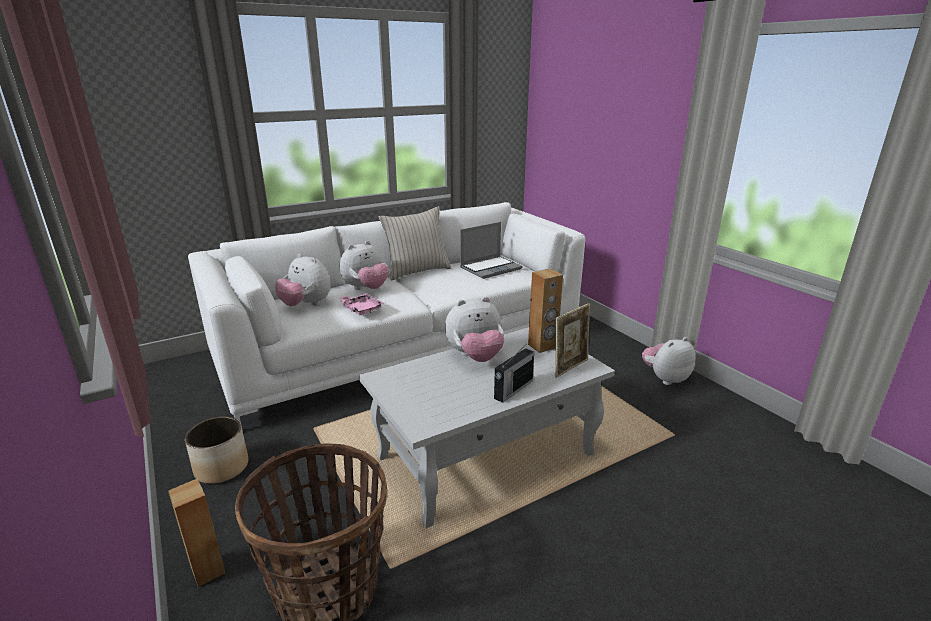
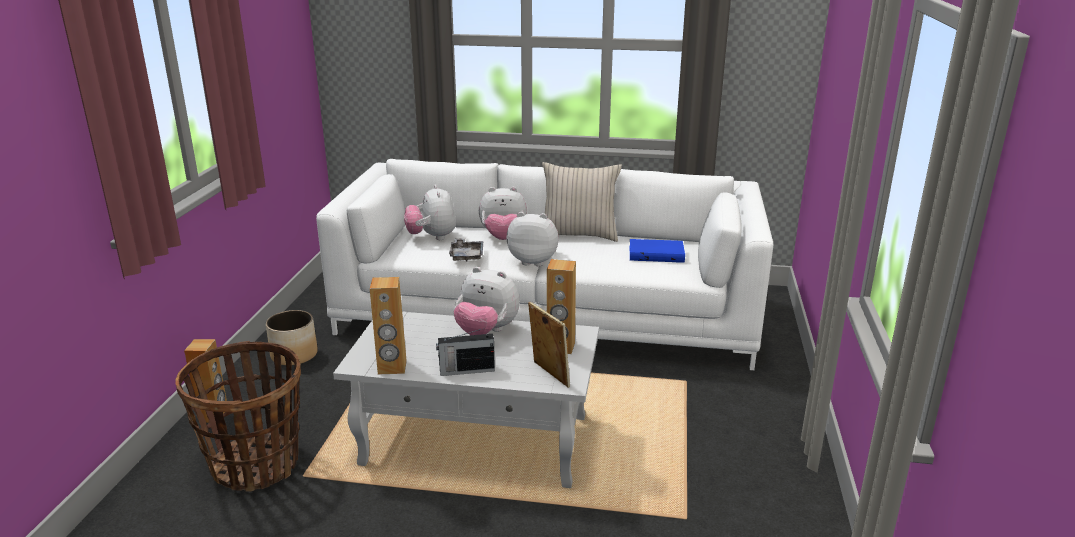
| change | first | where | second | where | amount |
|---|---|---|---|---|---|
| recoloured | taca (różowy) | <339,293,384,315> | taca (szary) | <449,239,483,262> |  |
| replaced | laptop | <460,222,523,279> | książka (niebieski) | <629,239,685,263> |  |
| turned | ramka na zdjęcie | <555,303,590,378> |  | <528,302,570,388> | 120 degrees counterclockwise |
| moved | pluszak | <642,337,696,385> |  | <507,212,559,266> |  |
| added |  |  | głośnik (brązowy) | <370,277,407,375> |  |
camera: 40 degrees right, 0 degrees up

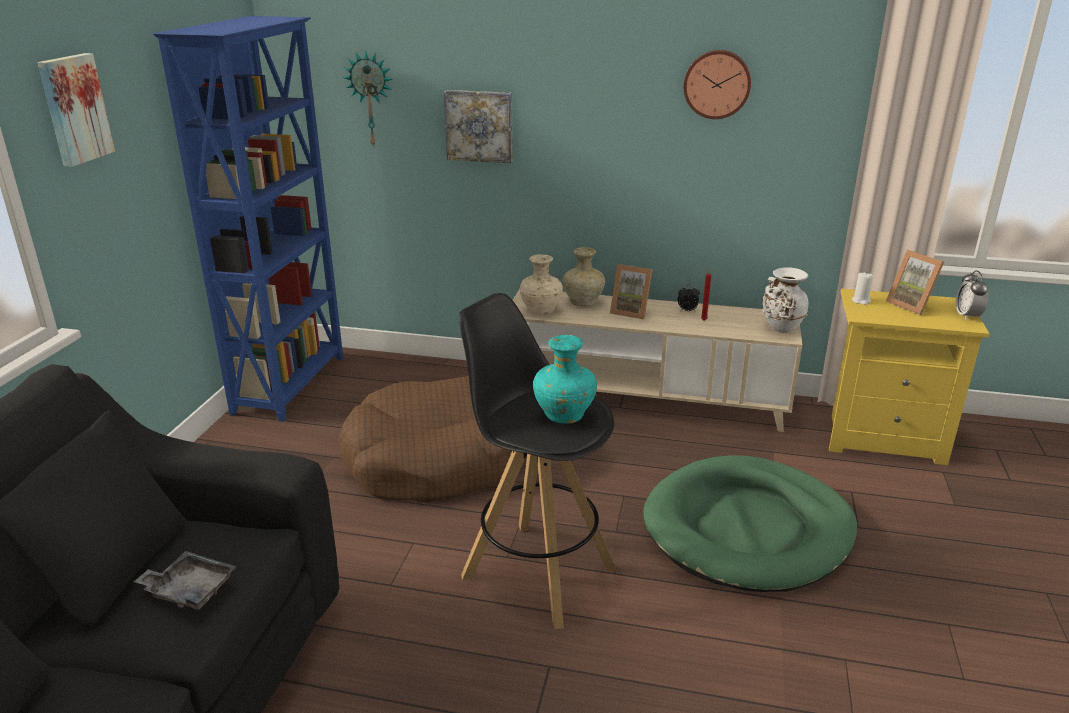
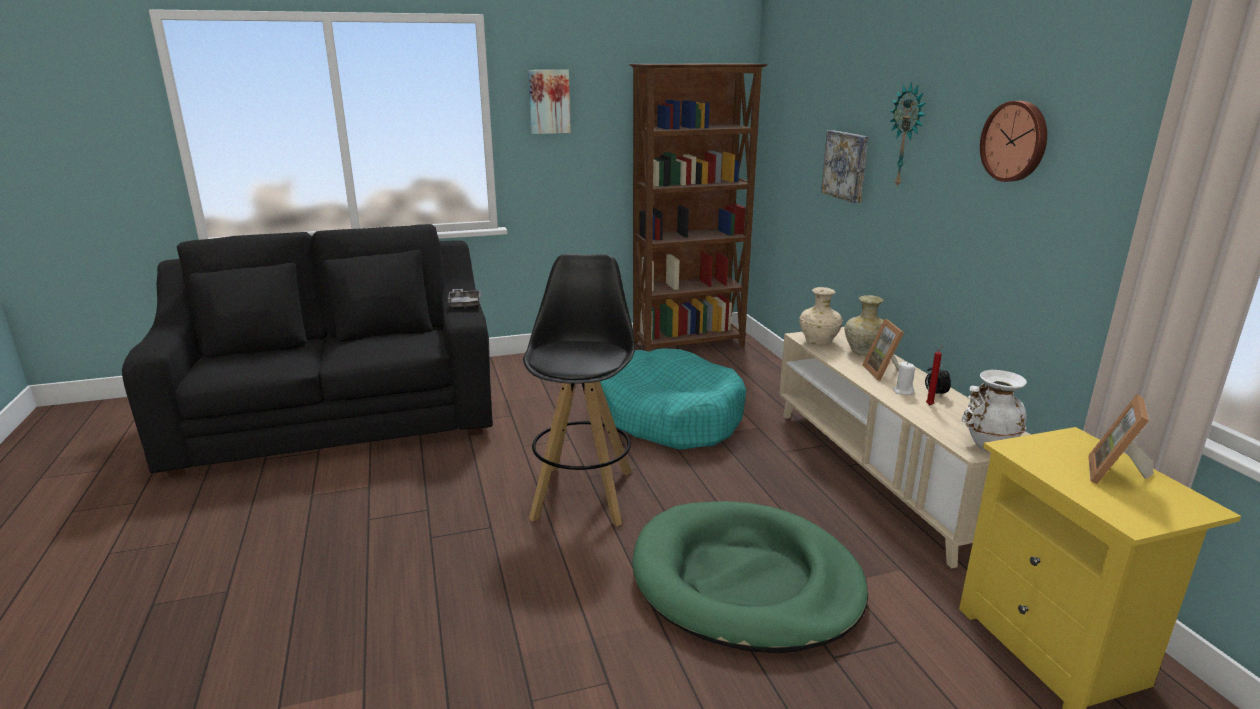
| change | first | where | second | where | amount |
|---|---|---|---|---|---|
| moved | taca (szary) | <134,551,236,610> |  | <447,289,481,308> |  |
| recoloured | regał (niebieski) | <153,16,343,422> | regał (brązowy) | <629,63,768,352> |  |
| recoloured | legowisko (brązowy) | <338,376,527,503> | legowisko (turkusowy) | <600,348,746,450> |  |
| moved | zegar ścienny | <343,50,393,148> |  | <890,82,925,188> |  |
| removed | wazon (turkusowy) | <533,335,597,424> |  |  |  |
| moved | świeca (biały) | <852,272,873,305> |  | <893,362,915,395> |  |
| removed | budzik | <956,270,989,320> |  |  |  |
camera: 60 degrees right, 5 degrees down

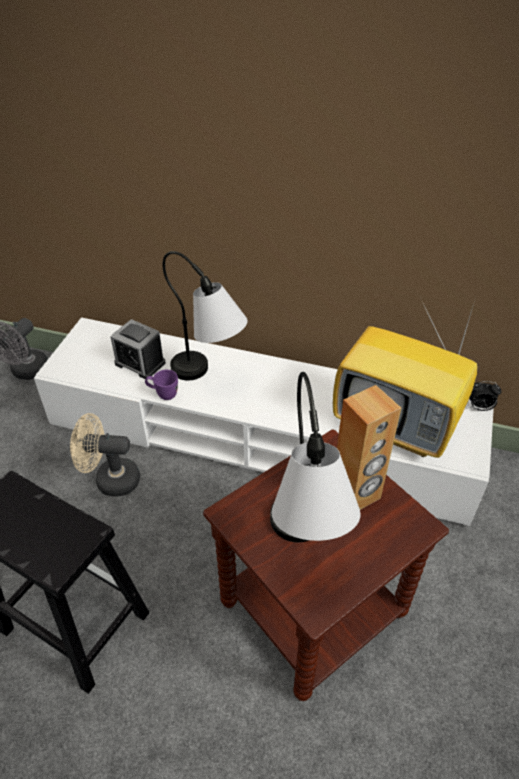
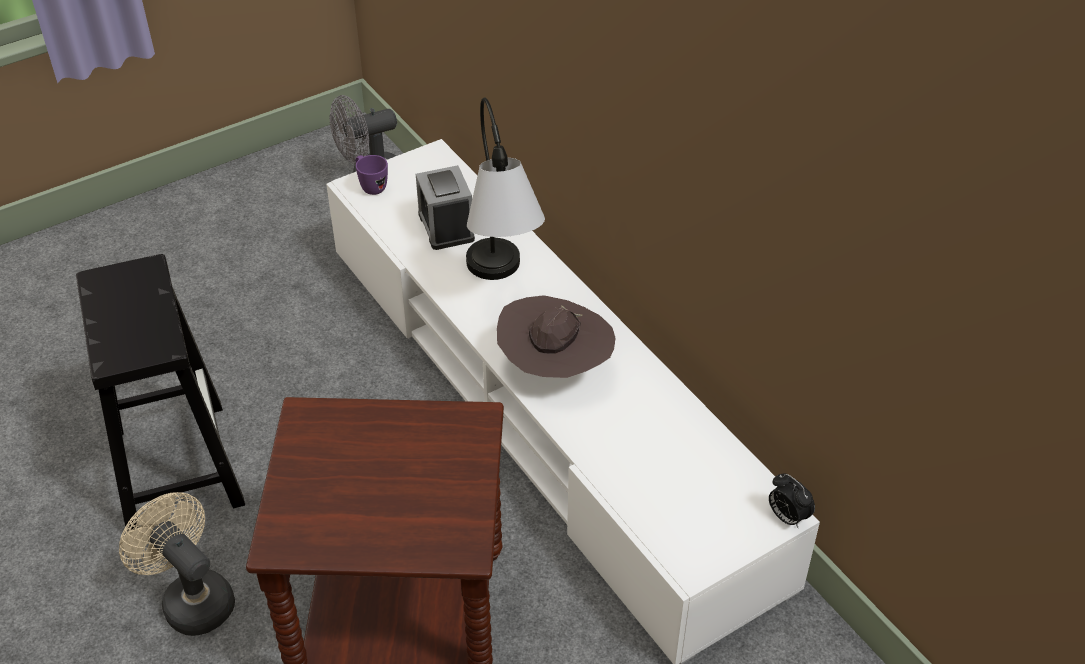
| change | first | where | second | where | amount |
|---|---|---|---|---|---|
| moved | wentylator (beżowy) | <70,413,140,497> |  | <119,492,235,636> |  |
| moved | kubek (fioletowy) | <145,370,178,400> |  | <356,155,388,195> |  |
| removed | lampa stołowa | <270,372,361,542> |  |  |  |
| removed | telewizor | <333,298,477,458> |  |  |  |
| removed | głośnik (brązowy) | <337,385,401,510> |  |  |  |
| added |  |  | kapelusz (brązowy) | <497,295,616,378> |  |
camera: 40 degrees right, 0 degrees up

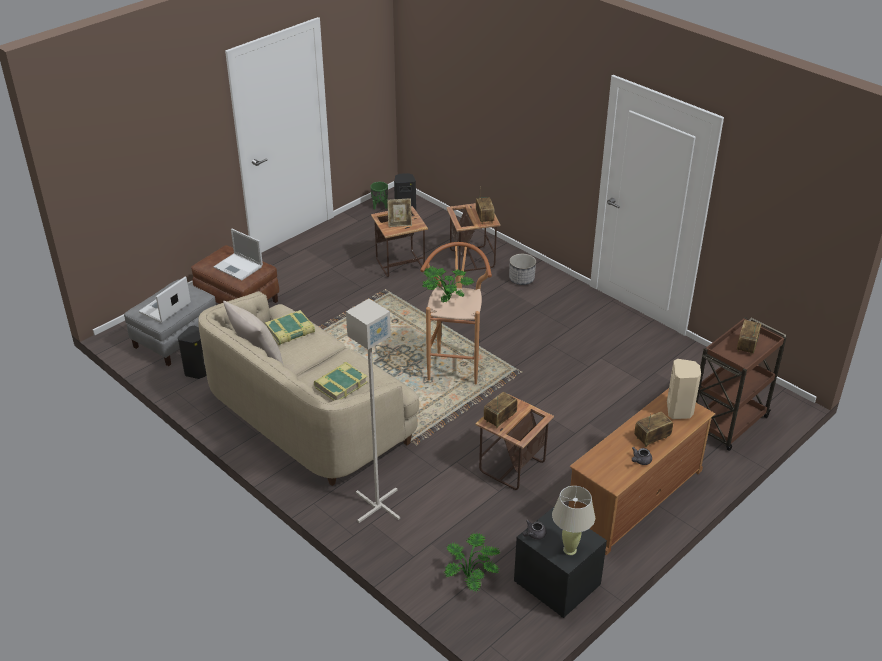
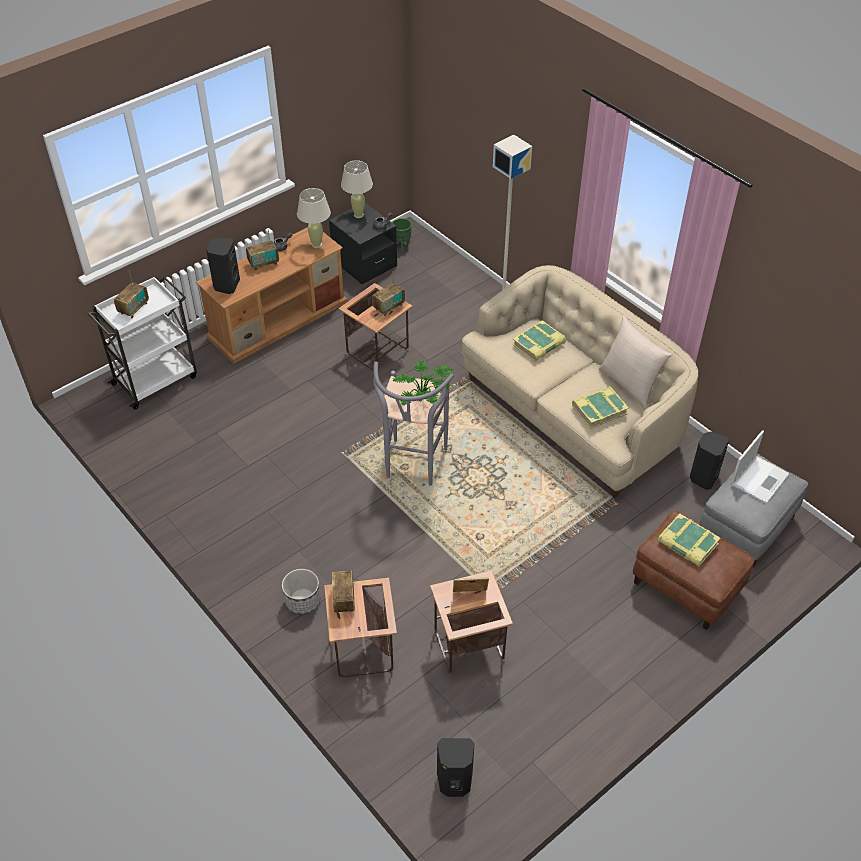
| change | first | where | second | where | amount |
|---|---|---|---|---|---|
| replaced | laptop | <213,229,263,281> | książka | <658,513,720,567> |  |
| moved | donica (zielony) | <370,182,388,210> |  | <392,218,412,252> |  |
| recoloured | stołek (brązowy) | <420,242,492,384> | stołek (szary) | <373,361,454,486> |  |
| removed | roślina doniczkowa | <444,532,501,592> |  |  |  |
| recoloured | głośnik (beżowy) | <667,359,701,419> | głośnik (czarny) | <206,238,240,294> |  |
| recoloured | wózek (brązowy) | <696,317,787,451> | wózek (biały) | <88,276,197,410> |  |
| added |  |  | lampa stołowa (beżowy) | <297,188,331,248> |  |
camera: 175 degrees left, 10 degrees up

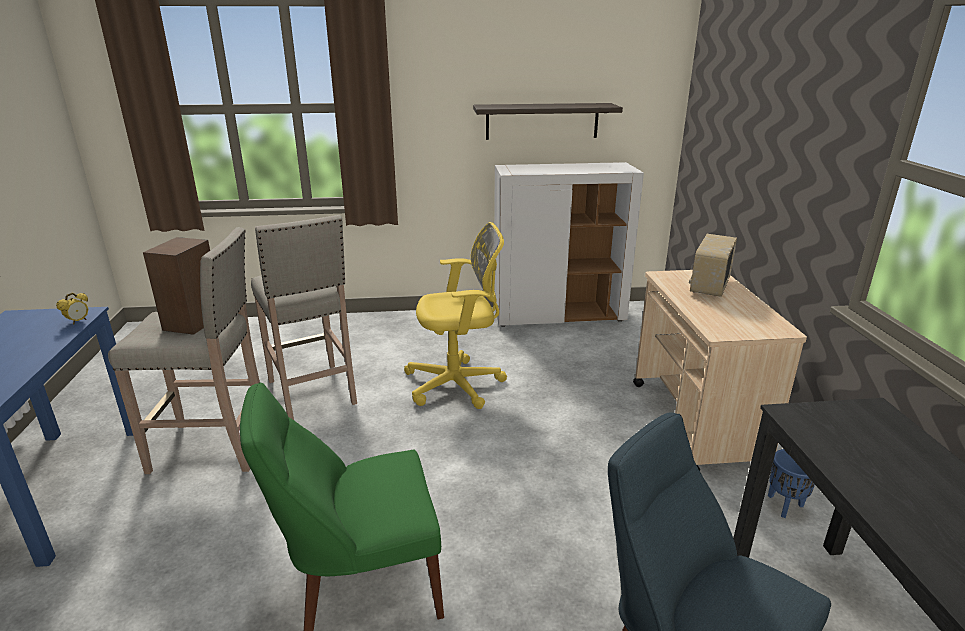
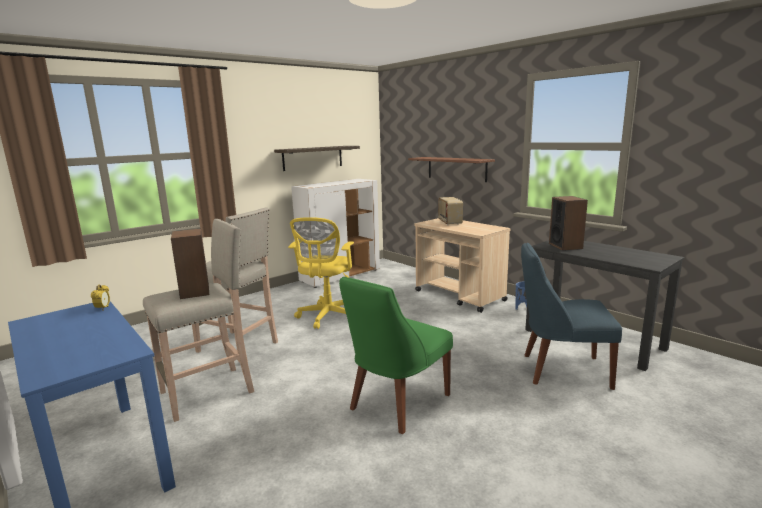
| change | first | where | second | where | amount |
|---|---|---|---|---|---|
| turned | krzesło biurowe (żółty) | <404,222,507,409> |  | <288,217,354,329> | 150 degrees clockwise |
| added |  |  | półka (brązowy) | <408,157,495,182> |  |
| added |  |  | głośnik | <549,196,588,250> |  |
camera: 35 degrees left, 10 degrees down

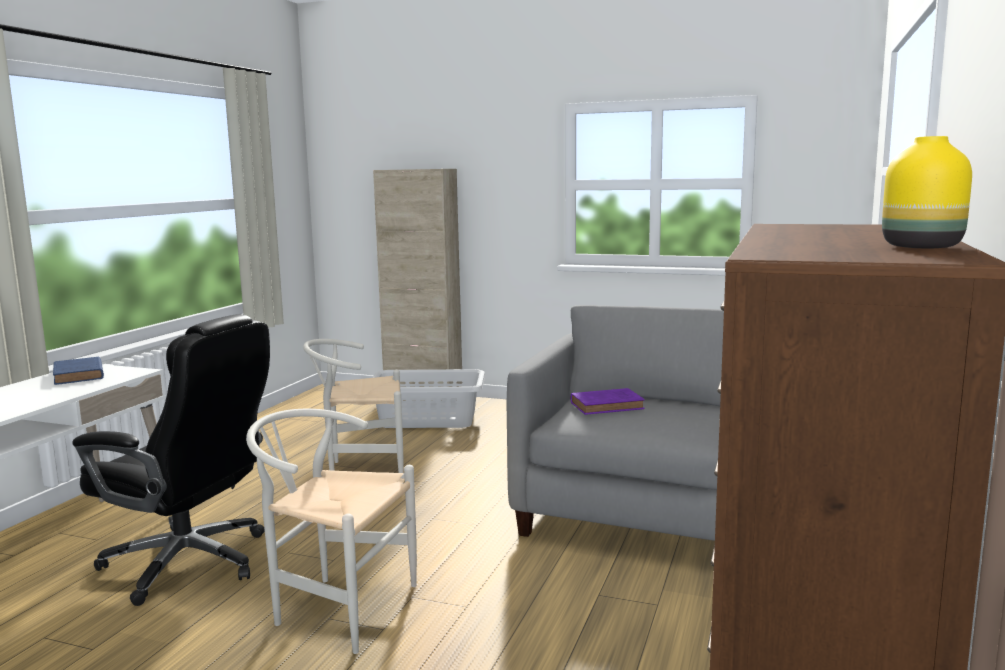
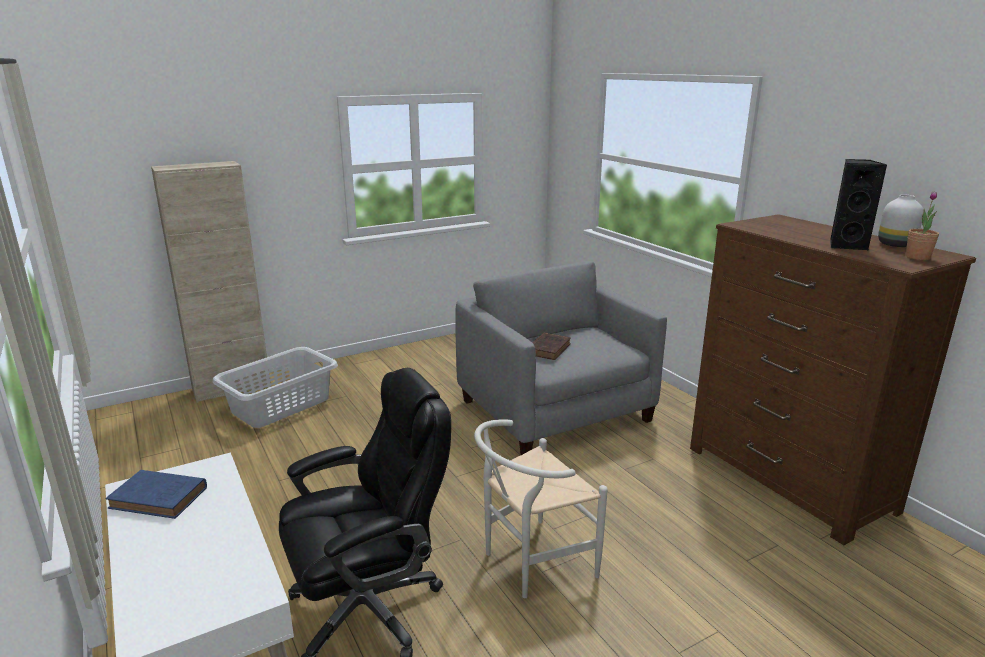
| change | first | where | second | where | amount |
|---|---|---|---|---|---|
| removed | krzesło (biały) | <303,339,404,483> |  |  |  |
| recoloured | książka (fioletowy) | <571,388,645,415> | książka (brązowy) | <532,333,571,360> |  |
| recoloured | wazon (żółty) | <882,136,972,248> | wazon (biały) | <878,195,923,247> |  |
| added |  |  | głośnik (czarny) | <830,159,887,250> |  |
| added |  |  | roślina doniczkowa | <906,191,939,260> |  |
camera: 50 degrees left, 10 degrees up

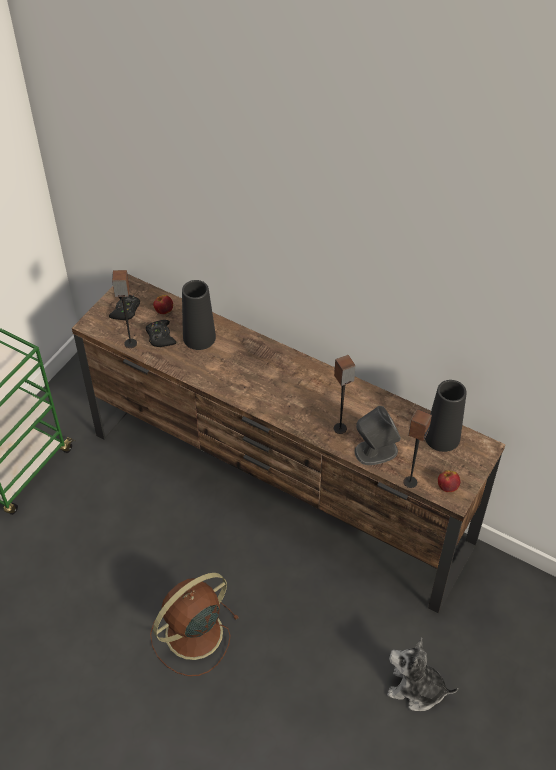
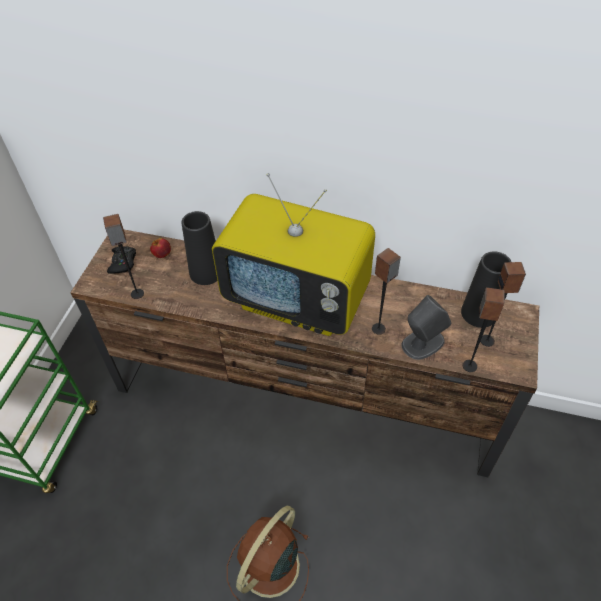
| change | first | where | second | where | amount |
|---|---|---|---|---|---|
| removed | pad do gier (czarny) | <146,320,176,347> |  |  |  |
| removed | pluszak | <387,637,458,711> |  |  |  |
| removed | jabłko | <438,470,460,492> |  |  |  |
| added |  |  | telewizor | <212,173,375,336> |  |
| added |  |  | głośnik | <480,262,526,347> |  |
camera: 15 degrees left, 0 degrees up

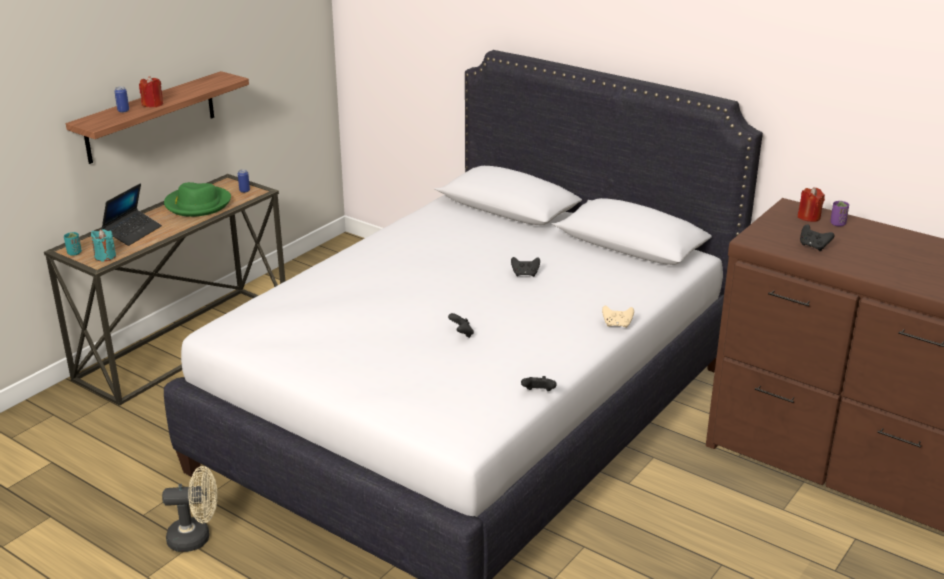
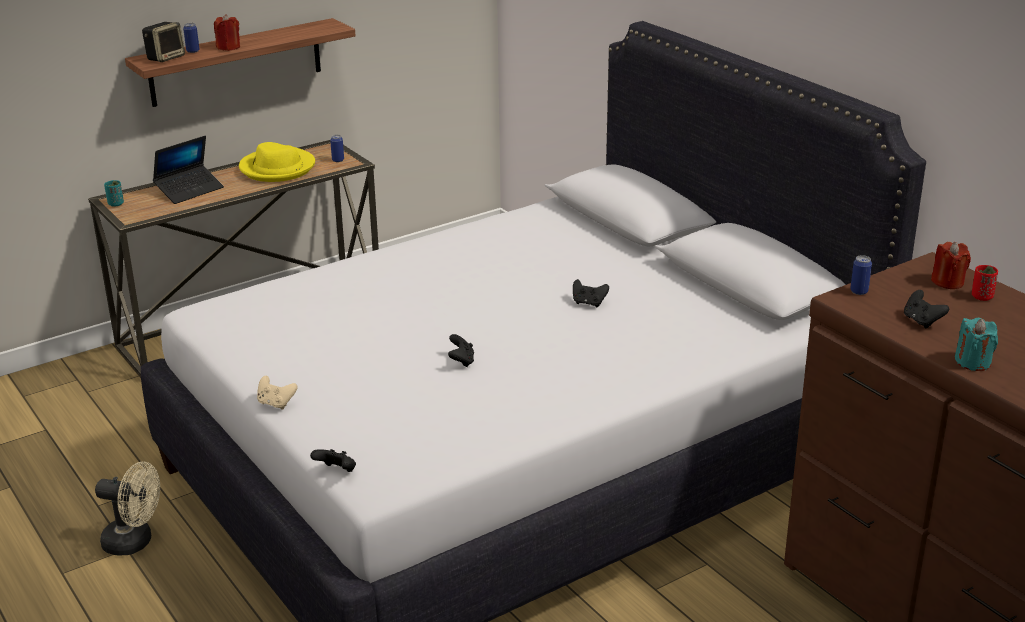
| change | first | where | second | where | amount |
|---|---|---|---|---|---|
| moved | świeca (turkusowy) | <91,229,116,261> |  | <955,318,998,371> |  |
| recoloured | kapelusz (zielony) | <164,182,231,217> | kapelusz (żółty) | <239,142,315,182> |  |
| moved | pad do gier (czarny) | <521,376,557,391> |  | <310,449,356,472> |  |
| moved | pad do gier (beżowy) | <602,305,634,328> |  | <257,376,297,409> |  |
| recoloured | filiżanka (fioletowy) | <830,201,849,227> | filiżanka (czerwony) | <972,265,998,301> |  |
| added |  |  | głośnik | <142,22,185,62> |  |
| added |  |  | puszka | <850,255,872,295> |  |
camera: 20 degrees right, 0 degrees up

